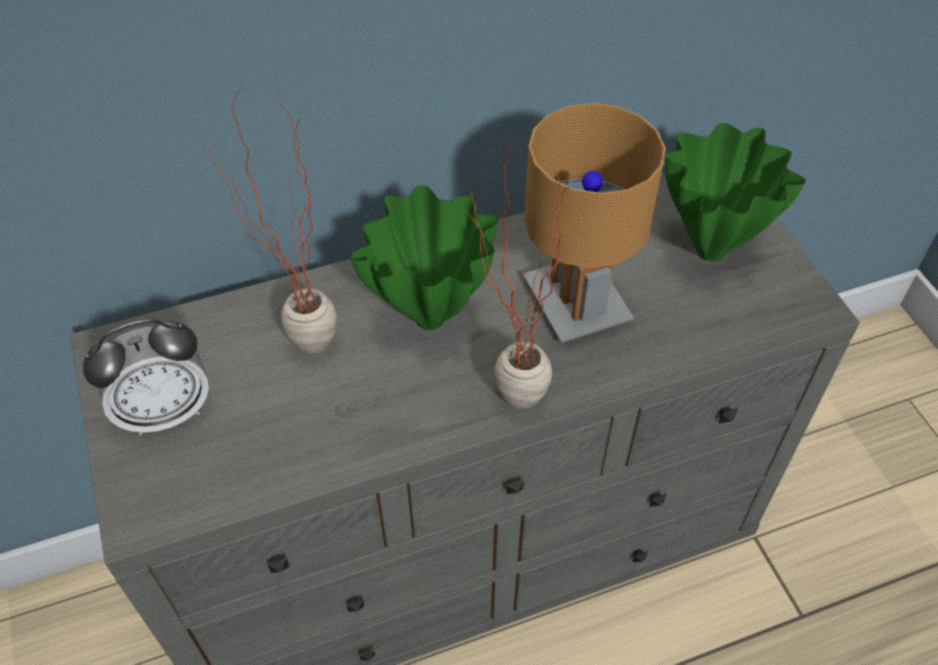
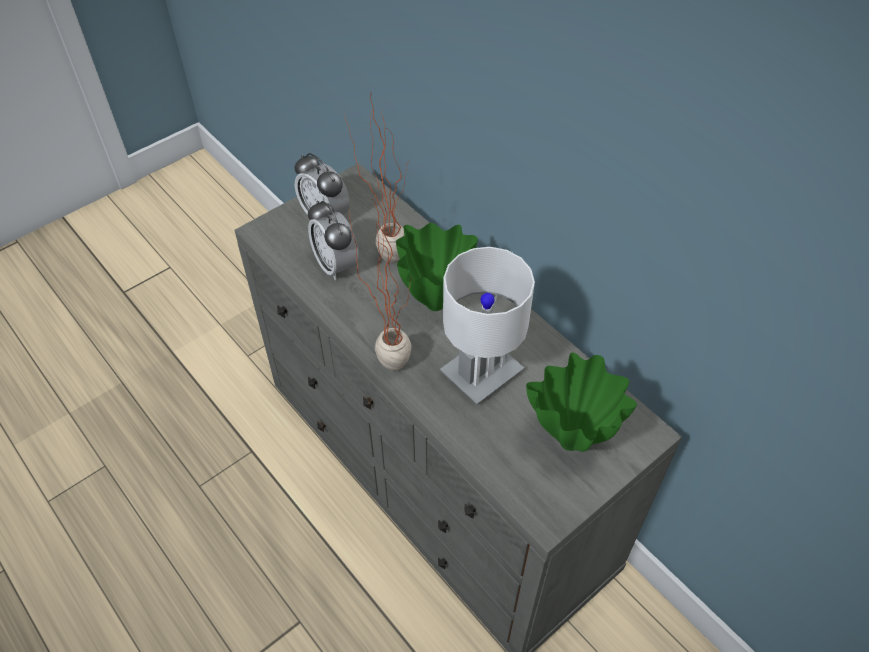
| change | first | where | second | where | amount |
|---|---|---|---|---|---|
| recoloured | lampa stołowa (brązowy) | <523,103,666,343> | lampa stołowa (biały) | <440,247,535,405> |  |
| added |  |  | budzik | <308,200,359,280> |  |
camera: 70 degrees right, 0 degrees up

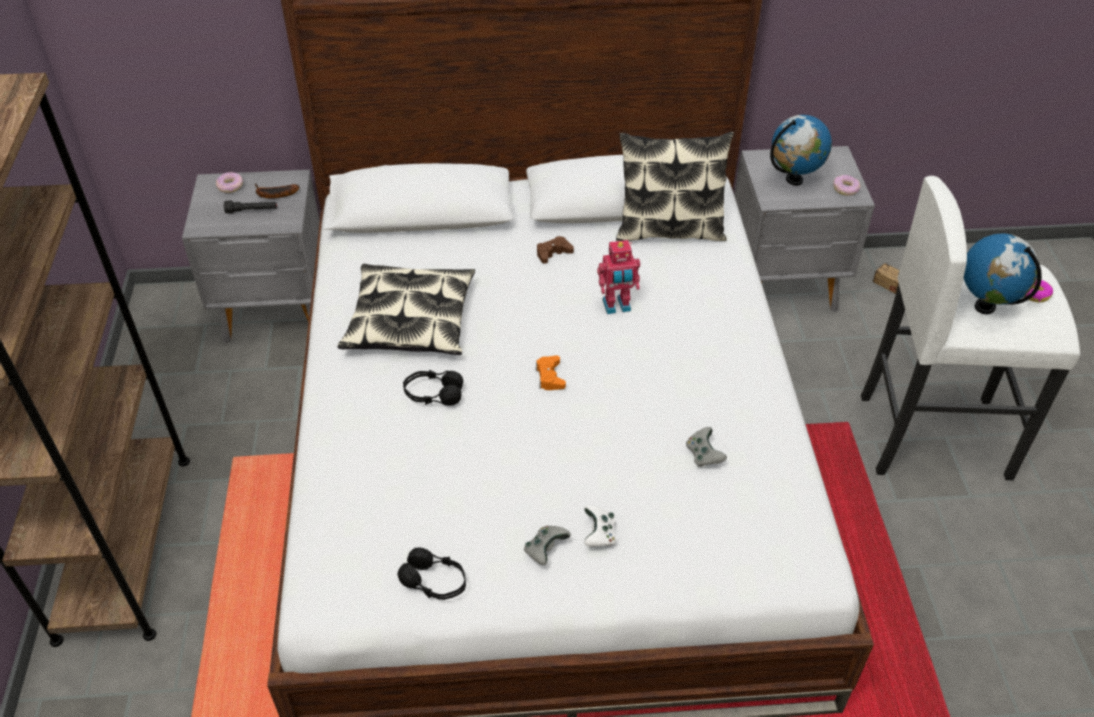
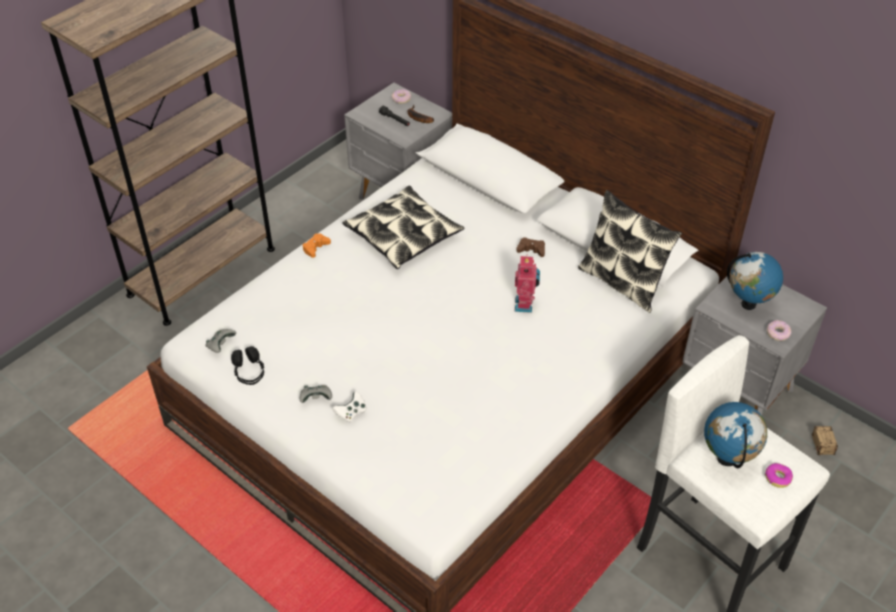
| change | first | where | second | where | amount |
|---|---|---|---|---|---|
| removed | słuchawki (czarny) | <403,370,464,406> |  |  |  |
| moved | pad do gier (pomarańczowy) | <535,355,566,390> |  | <303,234,331,258> |  |
| turned | robot zabawkowy | <597,240,640,314> |  | <515,254,540,313> | 120 degrees counterclockwise |
| moved | pad do gier (szary) | <686,427,727,467> |  | <206,329,236,353> |  |
camera: 45 degrees right, 0 degrees up

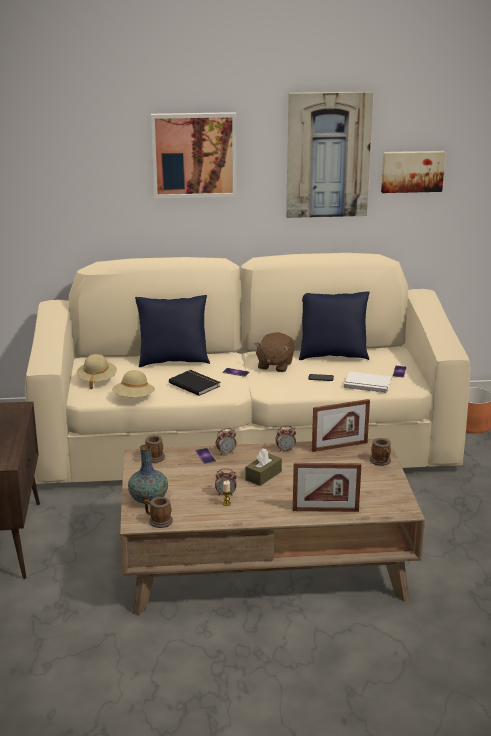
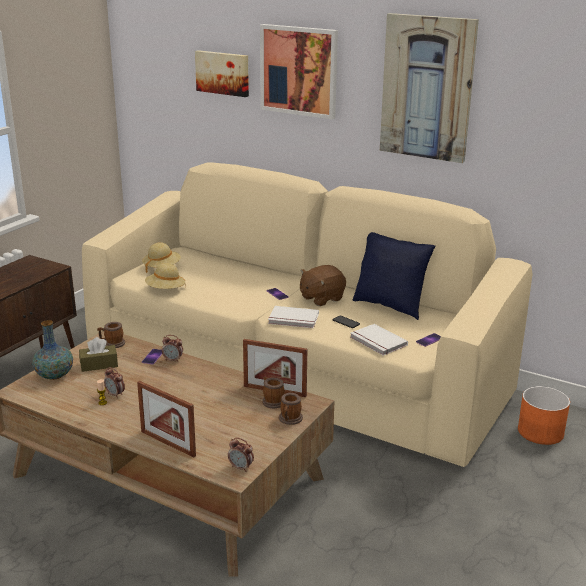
| change | first | where | second | where | amount |
|---|---|---|---|---|---|
| removed | poduszka (niebieski) | <135,295,210,367> |  |  |  |
| moved | kubek | <144,497,173,528> |  | <262,377,285,408> |  |
| removed | książka (czarny) | <169,370,220,396> |  |  |  |
| moved | pudełko chusteczek (brązowy) | <245,449,282,486> |  | <79,337,118,372> |  |
| moved | budzik | <276,426,296,452> |  | <228,438,254,472> |  |
| moved | obraz | <381,151,445,193> |  | <195,50,249,97> |  |
| added |  |  | książka (biały) | <268,306,319,328> |  |
camera: 35 degrees right, 0 degrees up

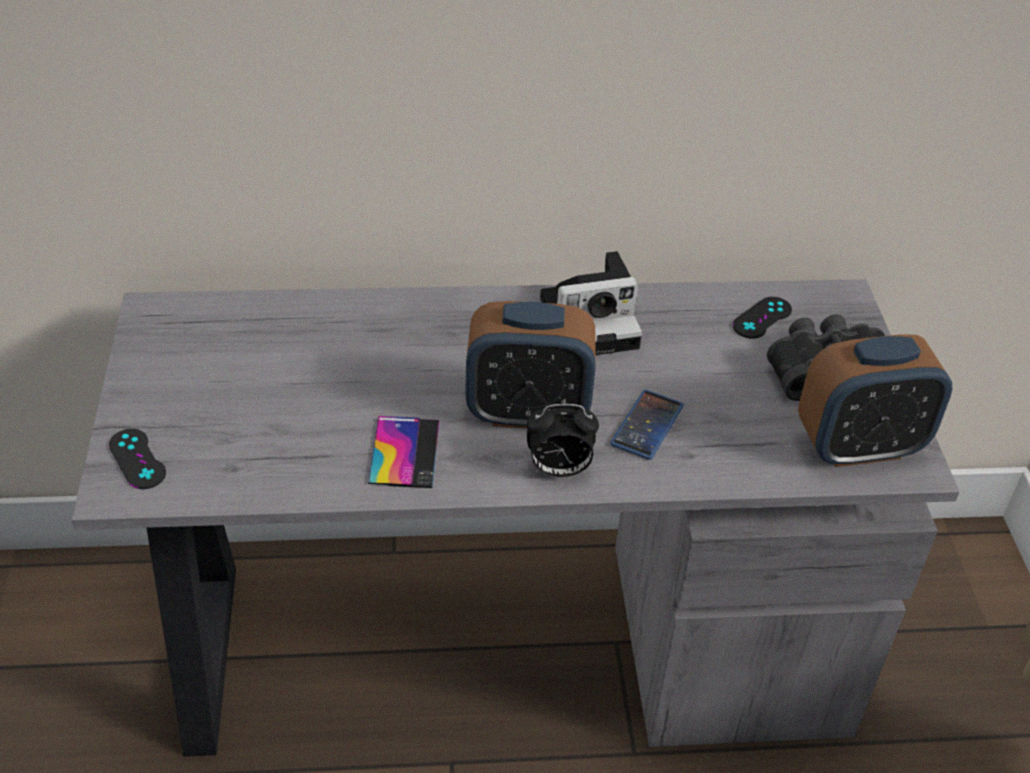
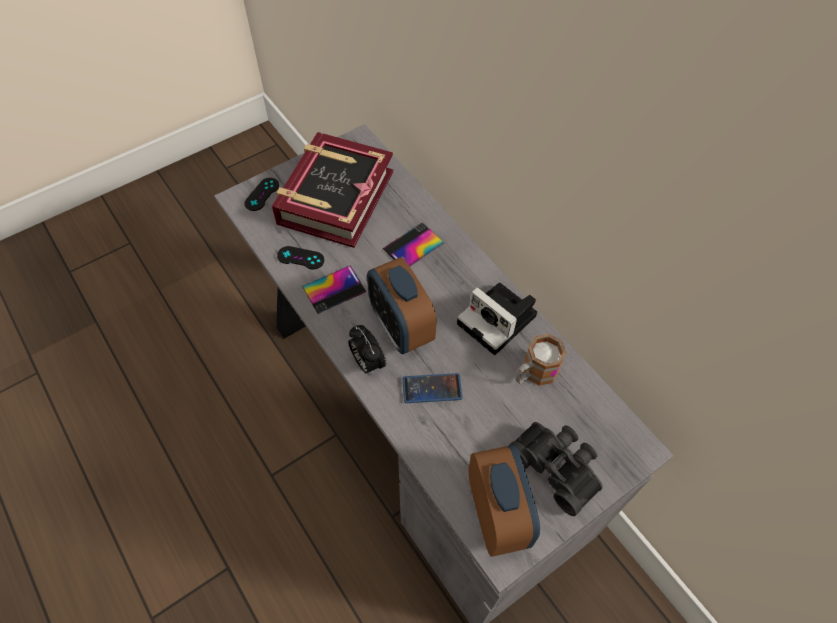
| change | first | where | second | where | amount |
|---|---|---|---|---|---|
| moved | pad do gier (czarny) | <733,297,792,339> |  | <277,246,324,269> |  |
| turned | budzik | <798,334,953,467> |  | <468,445,540,557> | 150 degrees counterclockwise |
| added |  |  | książka | <272,132,393,248> |  |
| added |  |  | telefon | <383,223,444,266> |  |
| added |  |  | kubek | <515,334,567,386> |  |
camera: 60 degrees right, 15 degrees up

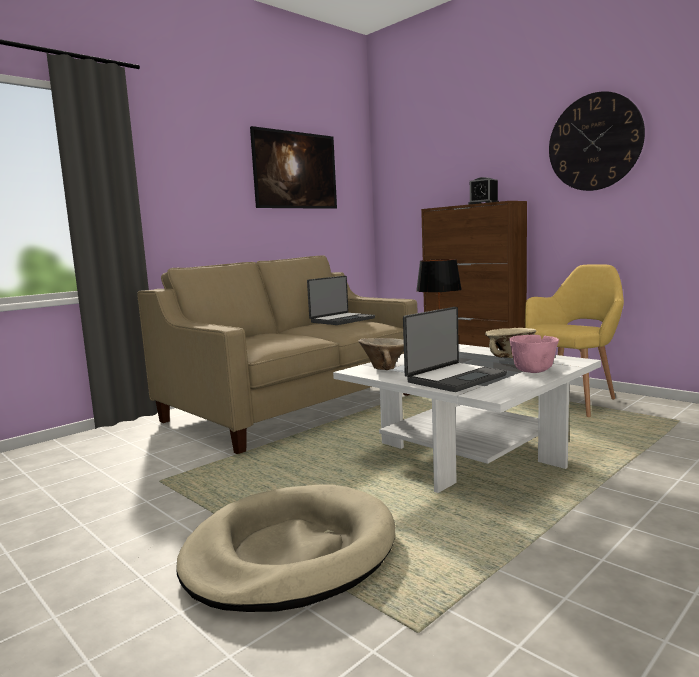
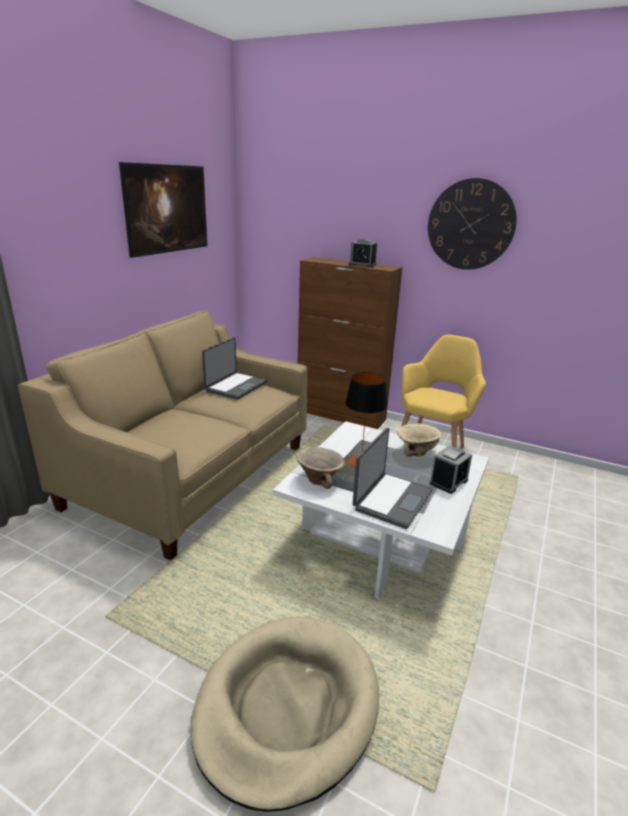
| change | first | where | second | where | amount |
|---|---|---|---|---|---|
| replaced | miska (różowy) | <509,335,559,373> | budzik | <430,445,472,494> |  |
camera: 20 degrees left, 15 degrees up

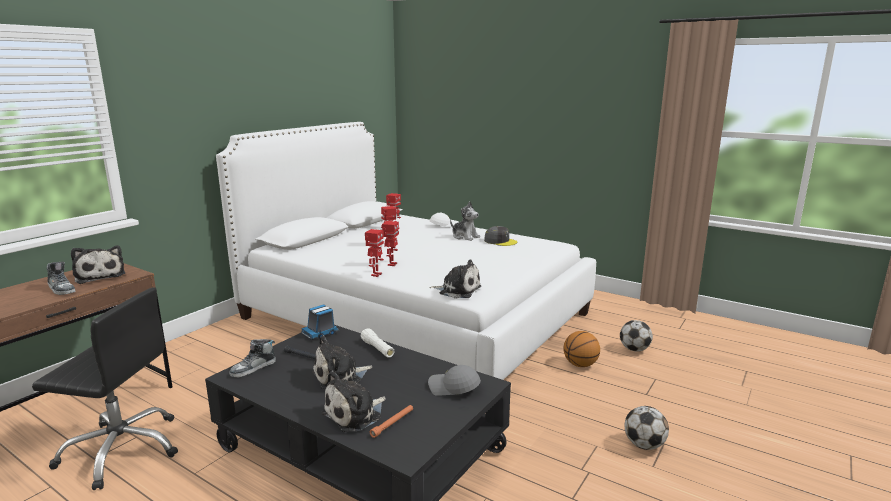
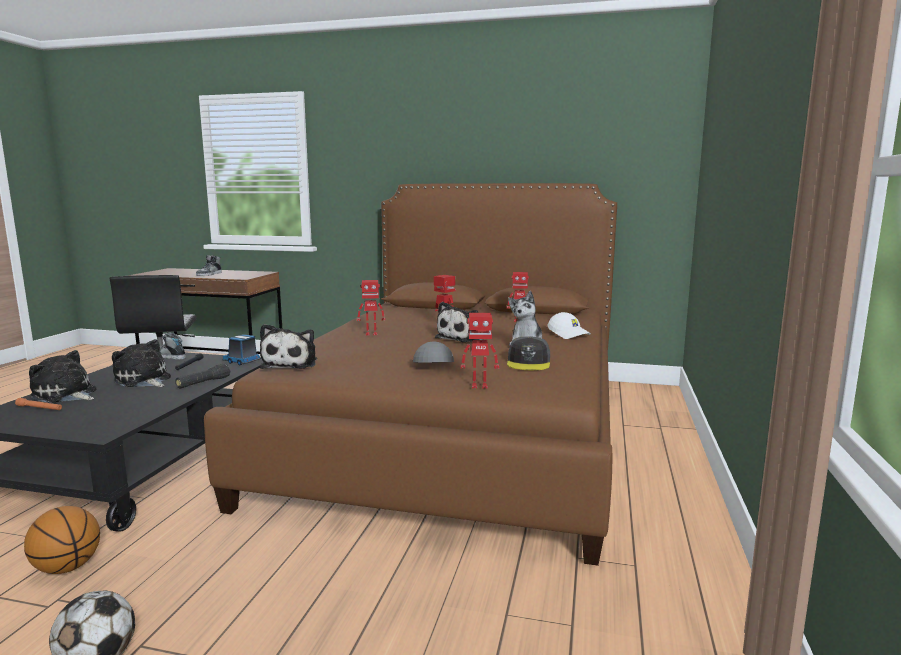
| change | first | where | second | where | amount |
|---|---|---|---|---|---|
| moved | pluszak | <71,245,125,284> |  | <435,302,482,342> |  |
| recoloured | łóżko (biały) | <216,122,596,380> | łóżko (brązowy) | <204,183,617,566> |  |
| recoloured | latarka (biały) | <361,328,394,358> | latarka (czarny) | <175,364,230,388> |  |
| moved | robot zabawkowy | <365,229,384,277> |  | <461,313,499,389> |  |
| moved | czapka z daszkiem (szary) | <428,365,481,396> |  | <413,341,454,362> |  |
| moved | piłka do koszykówki | <564,331,600,367> |  | <24,506,100,574> |  |
| removed | piłka futbolowa | <620,320,653,351> |  |  |  |
camera: 70 degrees right, 5 degrees down

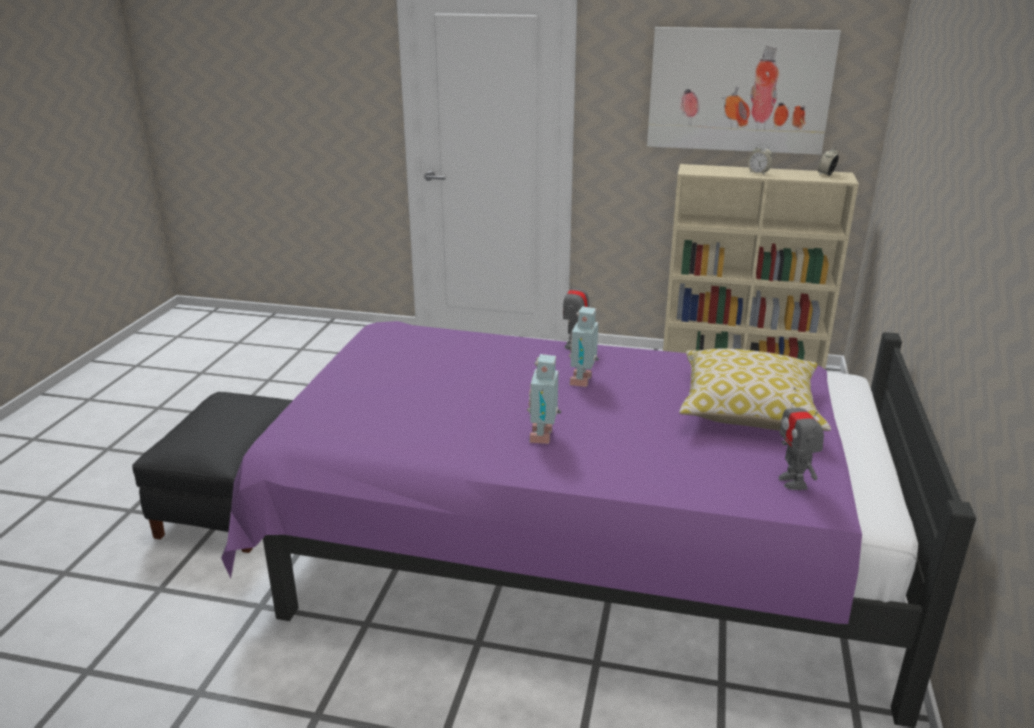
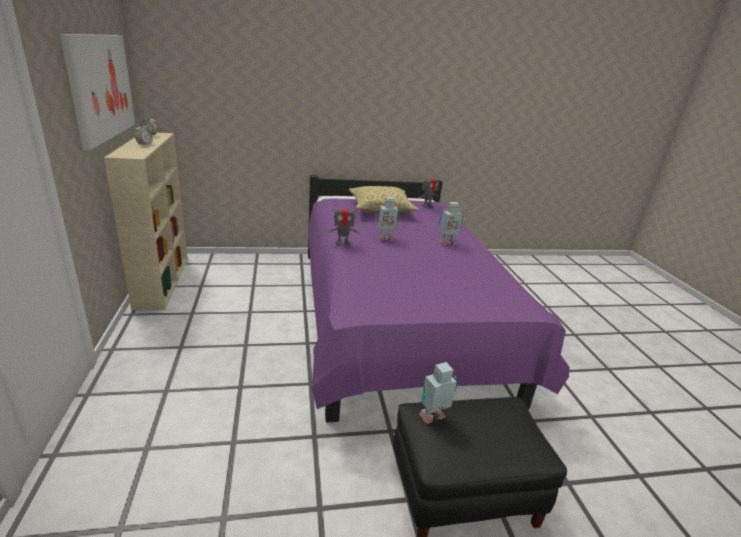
| change | first | where | second | where | amount |
|---|---|---|---|---|---|
| added |  |  | robot zabawkowy | <419,362,457,424> |  |
camera: 115 degrees left, 0 degrees up

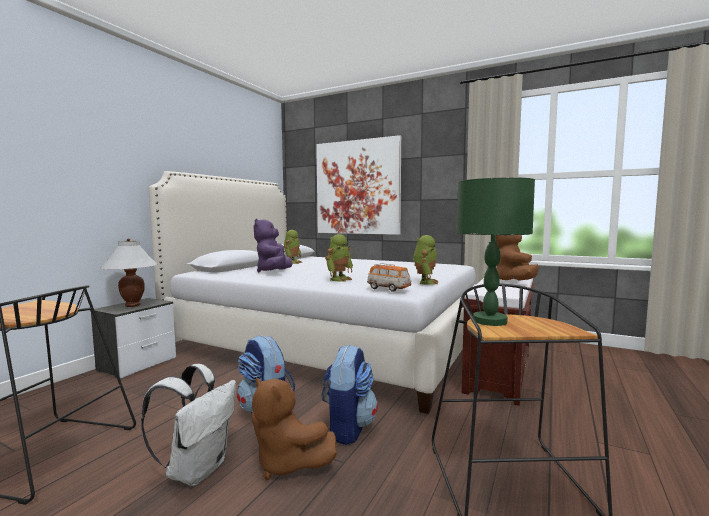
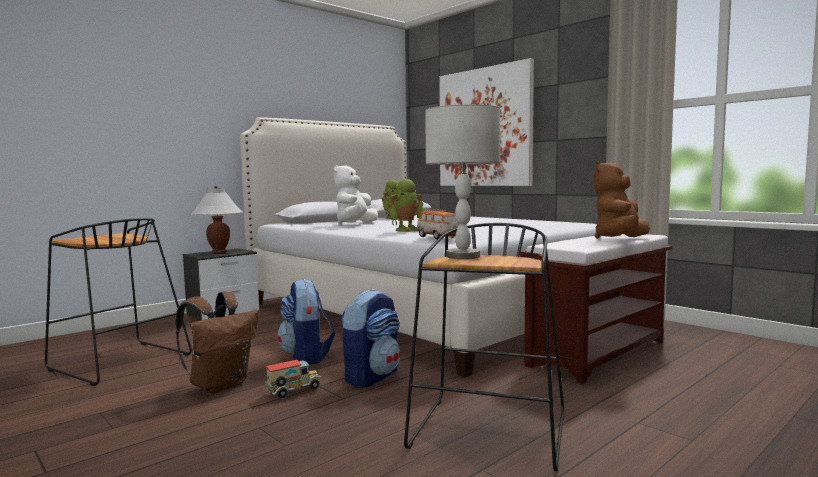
| change | first | where | second | where | amount |
|---|---|---|---|---|---|
| recoloured | plecak (biały) | <141,364,236,486> | plecak (brązowy) | <176,291,258,393> |  |
| replaced | pluszak (brązowy) | <252,378,337,480> | ciężarówka zabawkowa | <265,360,321,398> |  |
| recoloured | pluszak (fioletowy) | <253,219,293,272> | pluszak (biały) | <334,165,378,224> |  |
| removed | robot zabawkowy | <413,235,438,285> |  |  |  |
| recoloured | lampa stołowa (zielony) | <456,177,535,326> | lampa stołowa (szary) | <425,104,500,259> |  |
camera: 20 degrees right, 0 degrees up

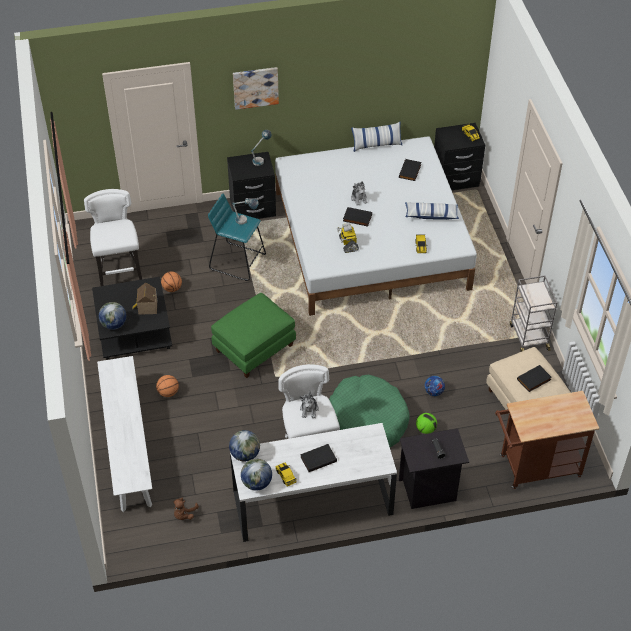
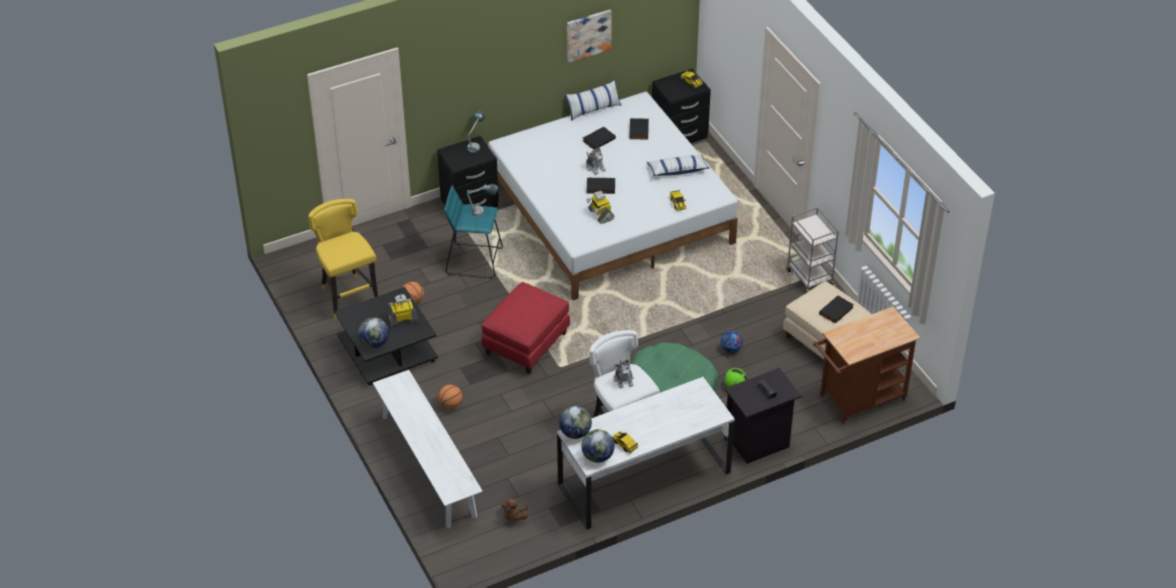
| change | first | where | second | where | amount |
|---|---|---|---|---|---|
| recoloured | stołek (biały) | <84,189,142,286> | stołek (żółty) | <308,199,378,319> |  |
| replaced | domek | <133,283,157,315> | robot zabawkowy | <388,295,418,328> |  |
| recoloured | pufa (zielony) | <211,293,296,378> | pufa (czerwony) | <482,282,570,375> |  |
| moved | obraz | <233,67,279,110> |  | <567,10,612,63> |  |
| moved | książka (czarny) | <300,444,337,472> |  | <583,127,616,150> |  |
camera: 15 degrees left, 5 degrees down

